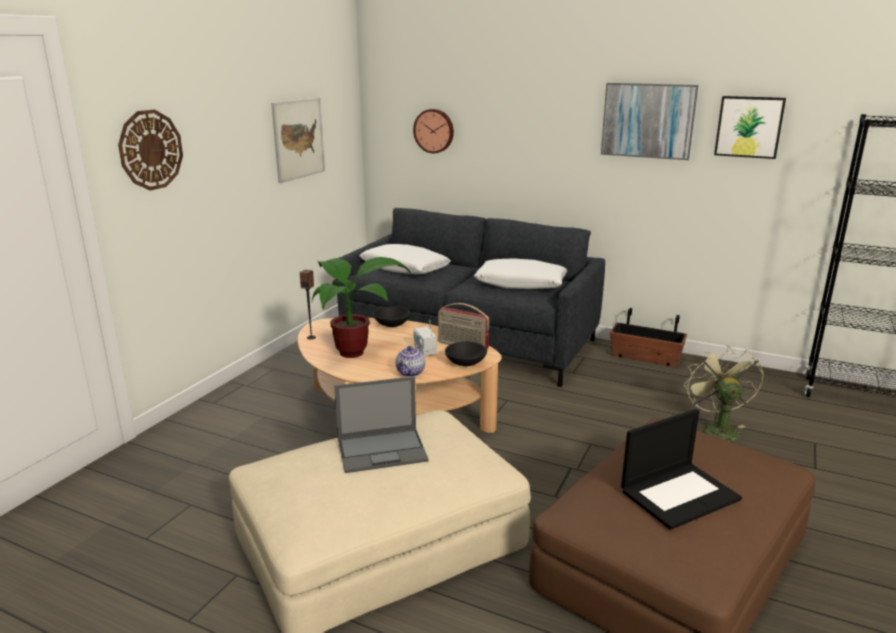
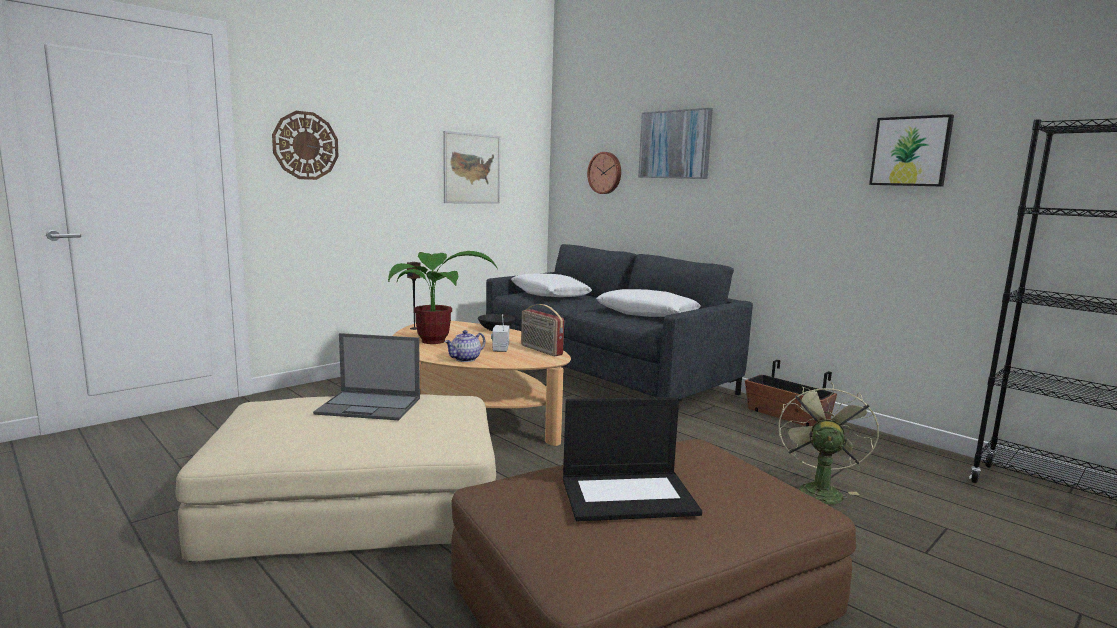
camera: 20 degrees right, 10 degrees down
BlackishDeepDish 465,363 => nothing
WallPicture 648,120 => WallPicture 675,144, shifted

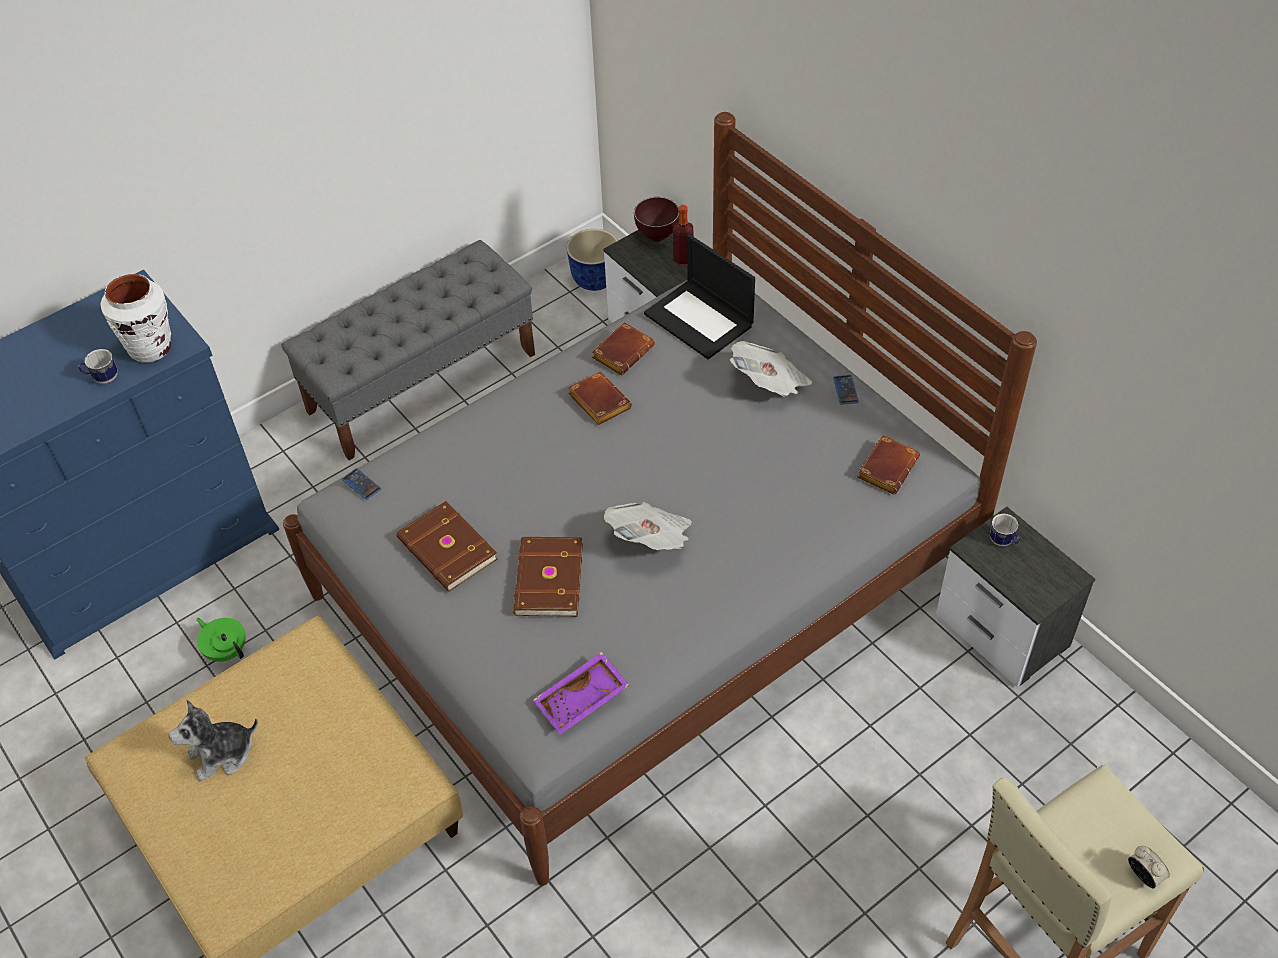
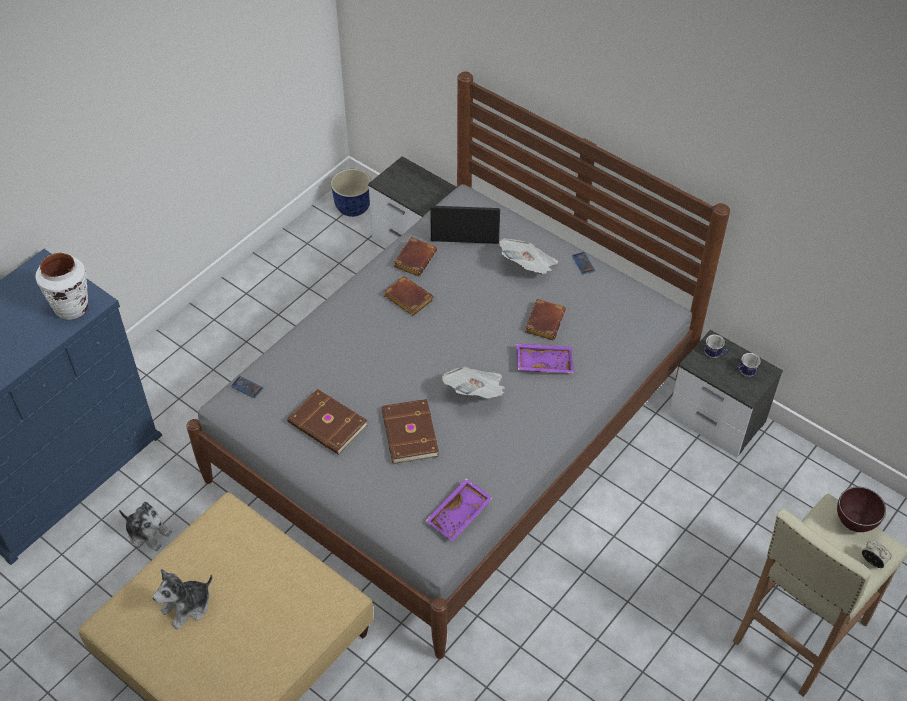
camera: 15 degrees left, 0 degrees up
CoffeeMug 102,378 => CoffeeMug 745,373, shifted
GreenTeapot 226,650 => CuddlyToy 148,533
GreyBench 422,382 => nothing
BrownDeepDish 658,236 => BrownDeepDish 854,523, shifted
NotebookComputer 700,320 => NotebookComputer 464,227, 150 degrees clockwise
DrinkBottle 683,259 => nothing
BrownVolume 886,467 => BrownVolume 543,321, shifted
nothing => PurpleCarryingTray 544,362

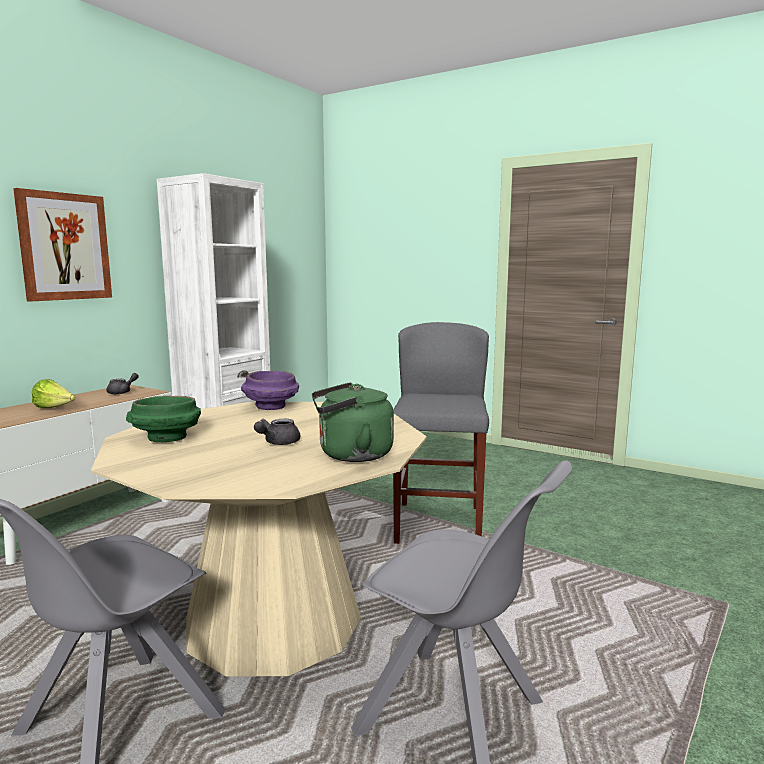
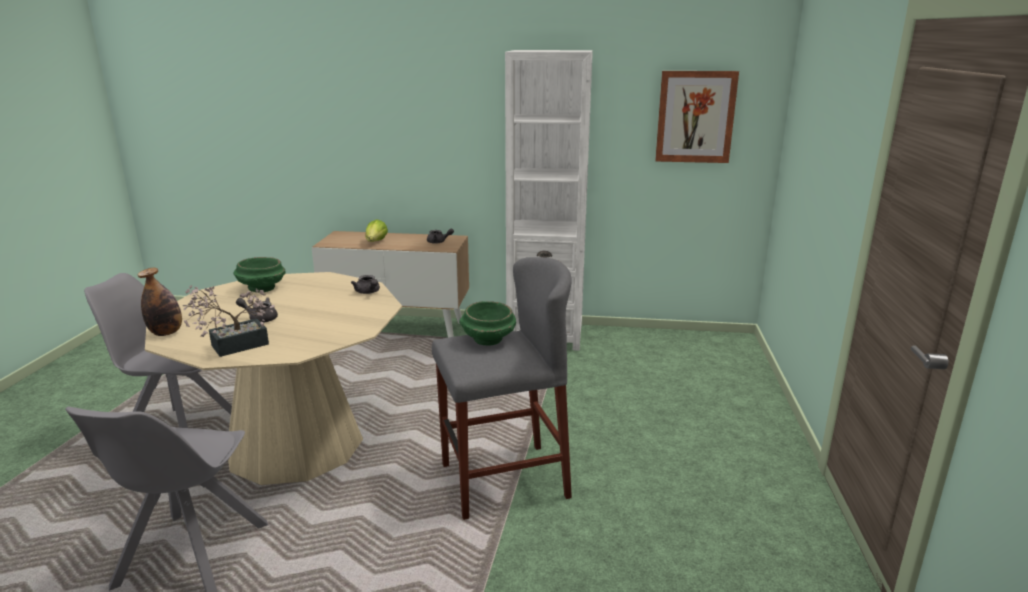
camera: 65 degrees right, 10 degrees up
WallPicture 64,247 => WallPicture 695,117, shifted
PurpleDeepDish 271,406 => GreyTeapot 368,292
GreenWaterKettle 351,455 => PlantInAPot 233,346
nothing => DrinkBottle 166,333
nothing => GreenDeepDish 488,339

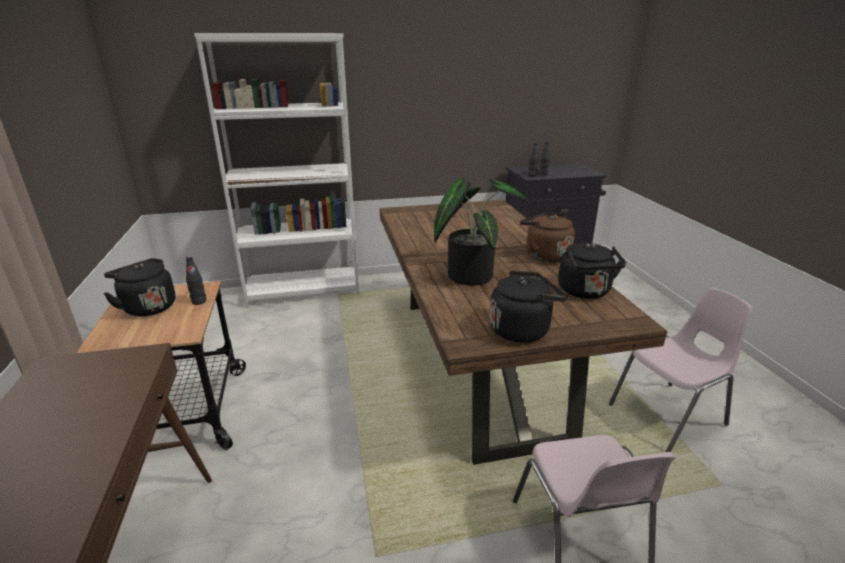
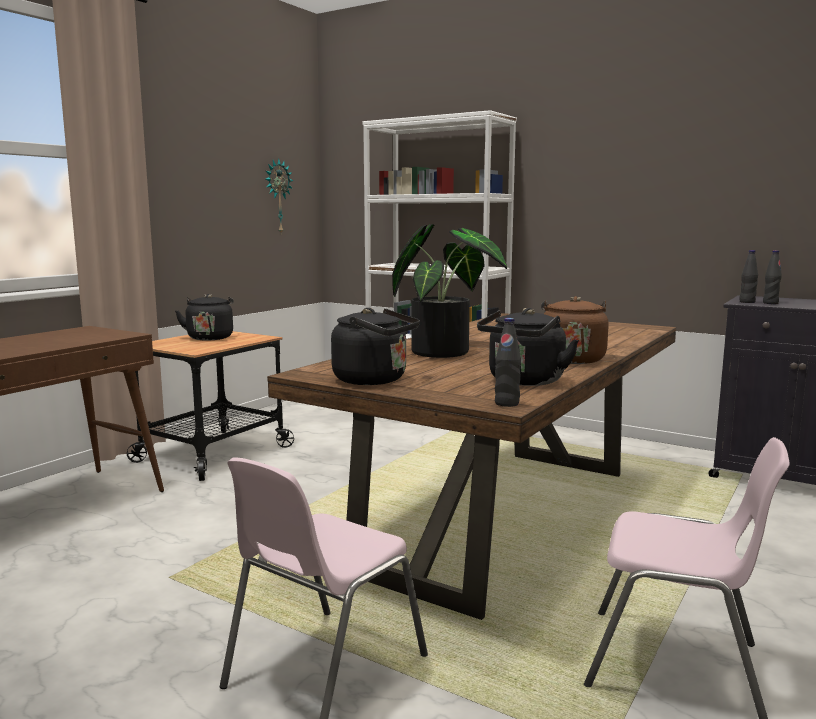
camera: 45 degrees right, 15 degrees down
BlackishDrinkBottle 199,301 => BlackishDrinkBottle 506,403, shifted
nothing => WallClock 277,196

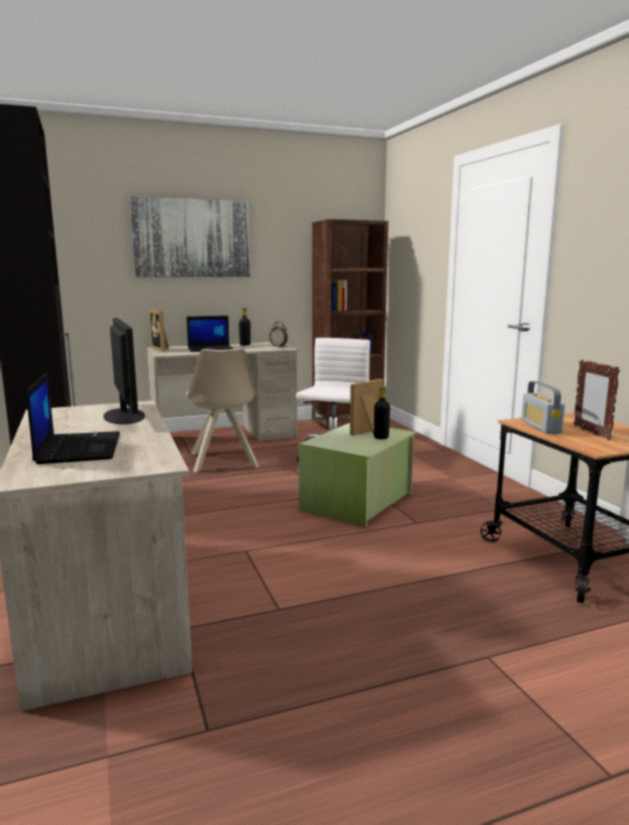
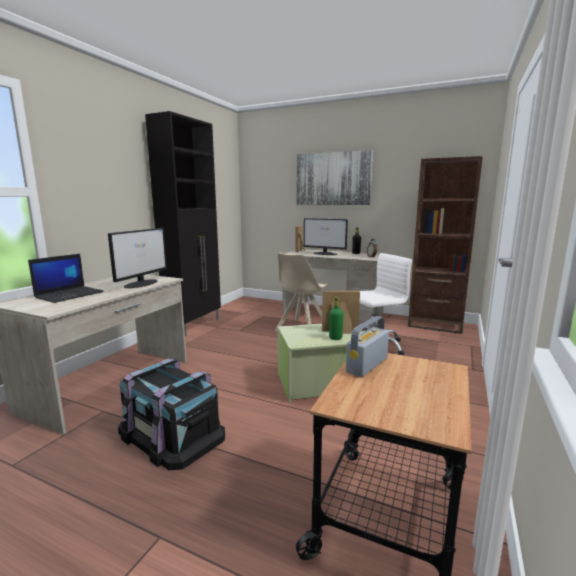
camera: 45 degrees right, 0 degrees up
NotebookComputer 211,349 => ComputerDisplay 325,253
BlackishDrinkBottle 381,437 => GreenDrinkBottle 335,338
StandingFrame 591,433 => nothing
nothing => BlackishStorageBin 171,433

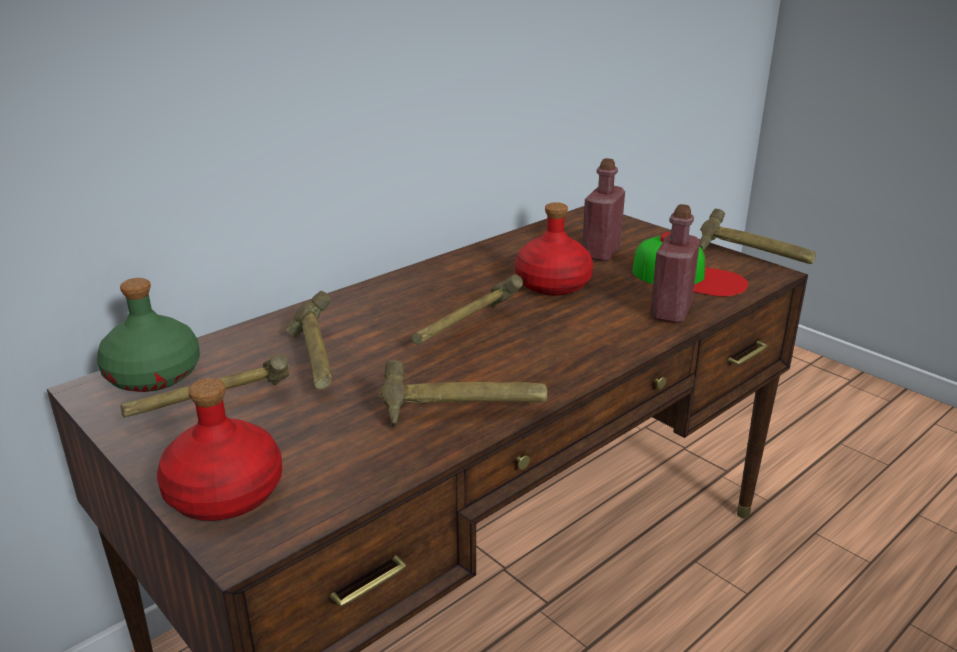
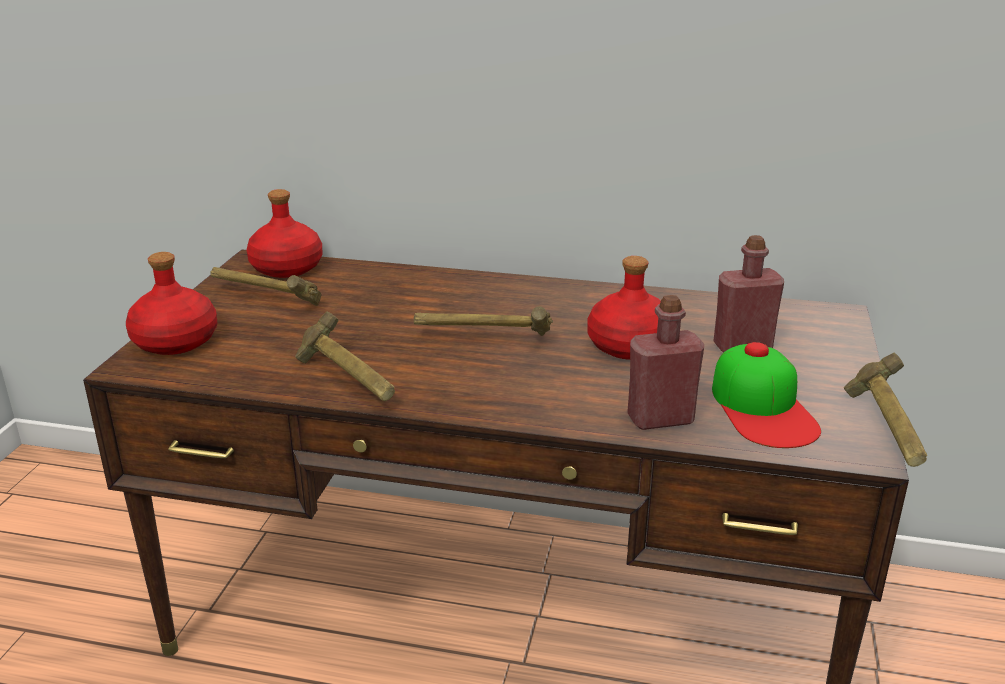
camera: 55 degrees right, 0 degrees up
GreenDrinkBottle 154,376 => RedDrinkBottle 286,268
HandHammer 315,363 => nothing

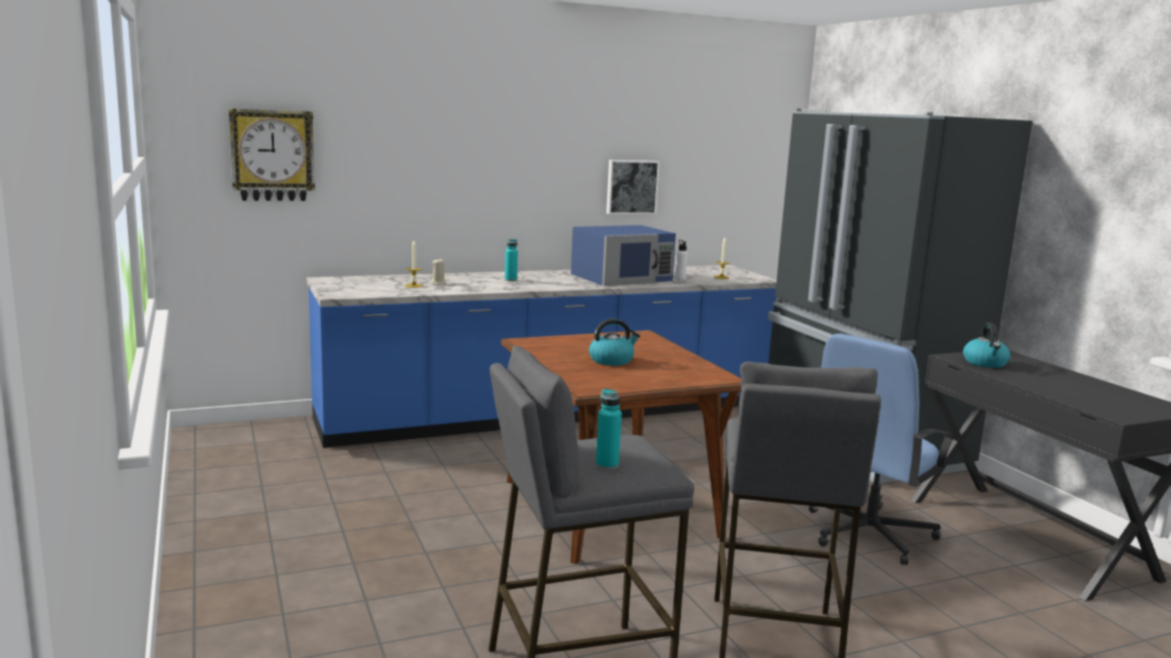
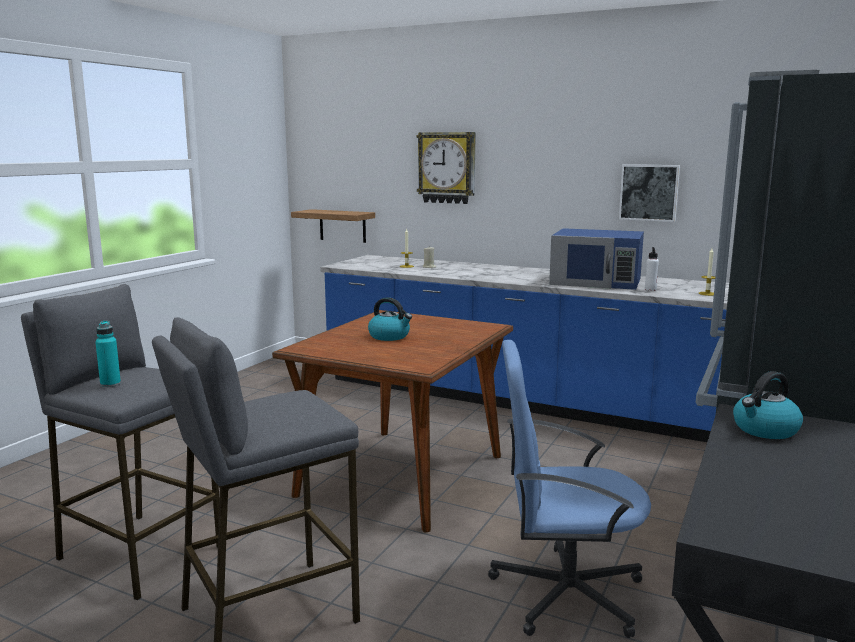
camera: 50 degrees right, 0 degrees up
WallClock 272,155 => WallClock 447,168, shifted
TurquoiseColouredDrinkBottle 510,280 => nothing
nothing => Shelf 342,226

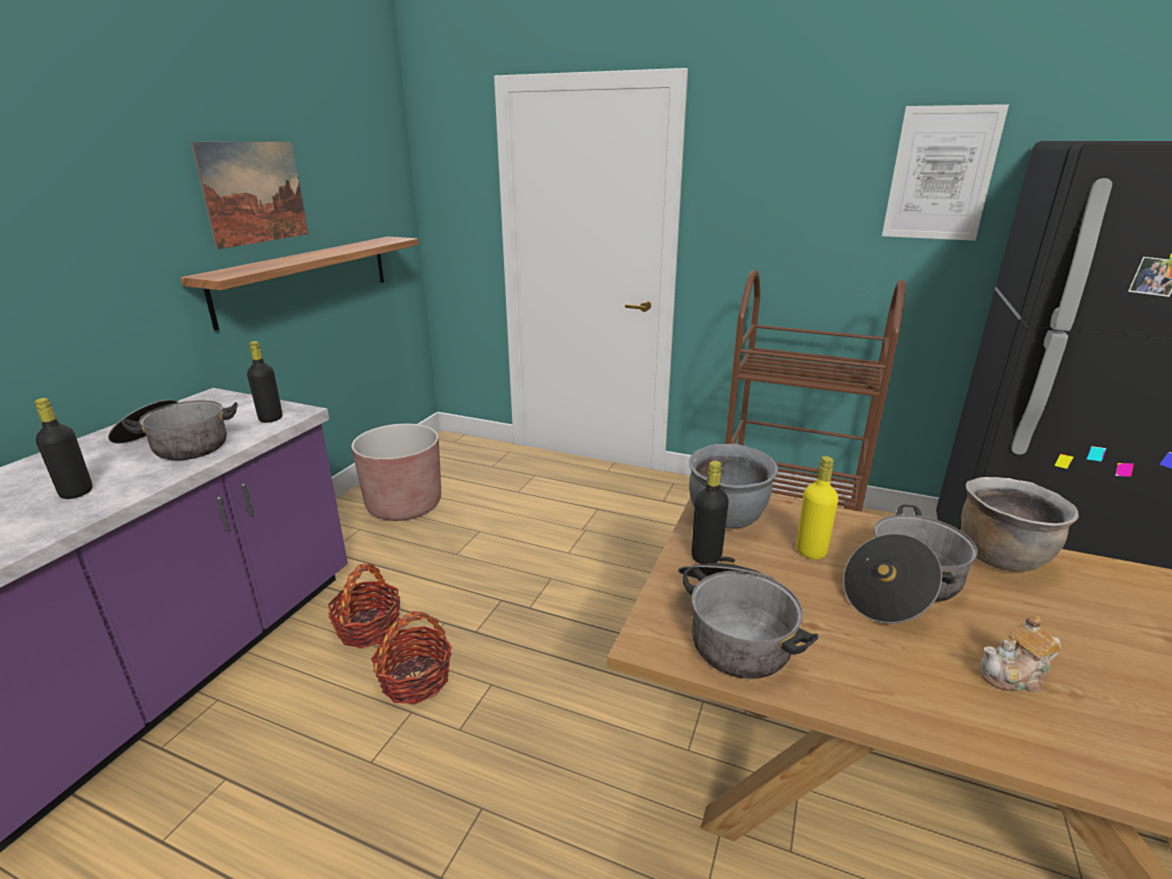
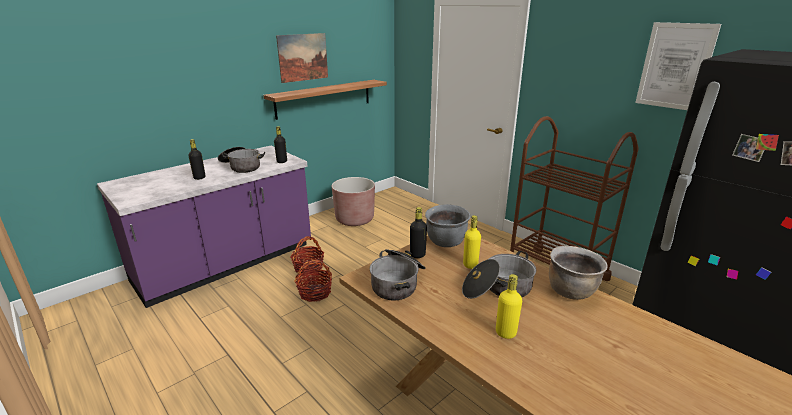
camera: 25 degrees right, 0 degrees up
Teapot 1013,676 => YellowColouredDrinkBottle 505,333

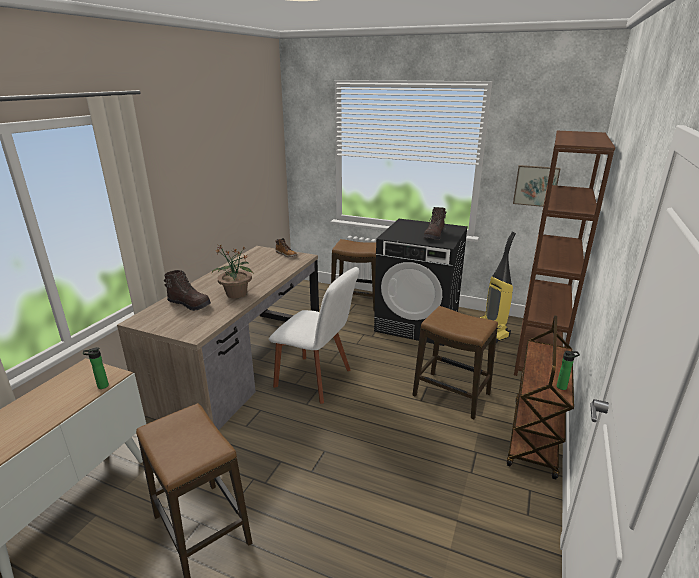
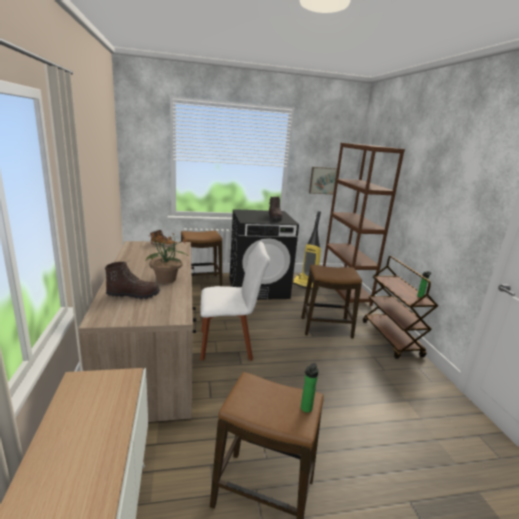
camera: 35 degrees left, 5 degrees down
DrinkBottle 101,386 => DrinkBottle 305,409, shifted

